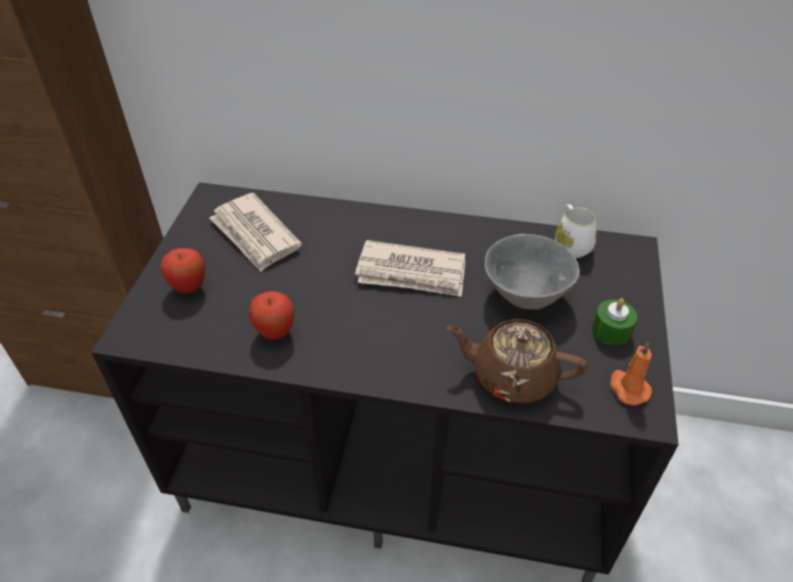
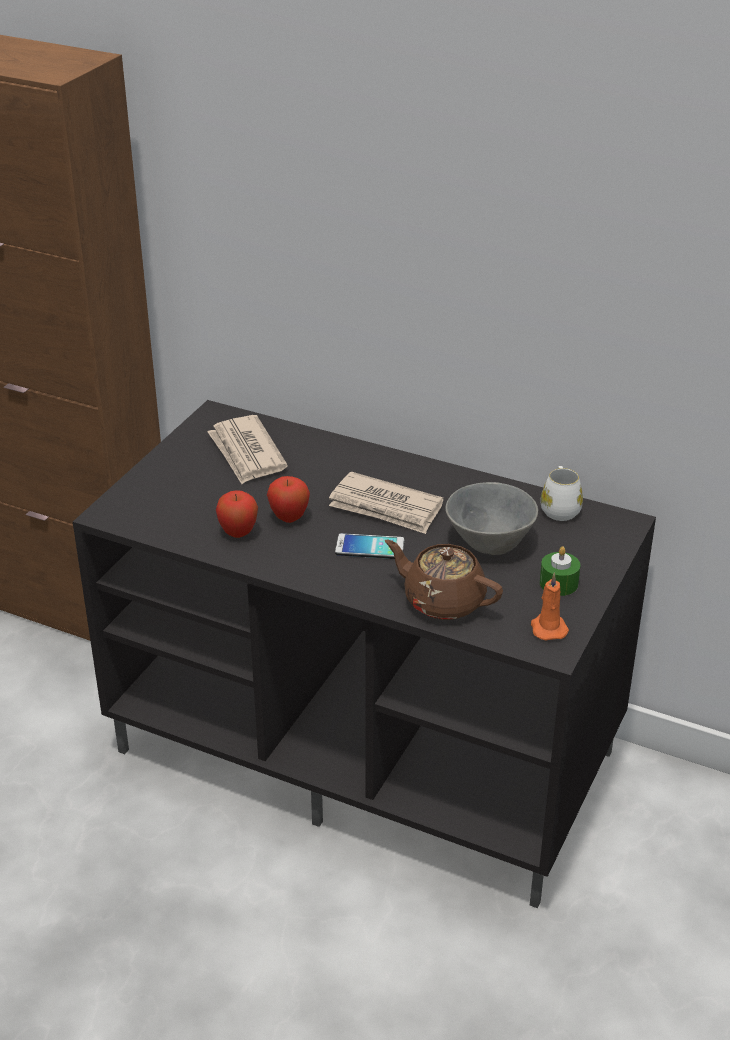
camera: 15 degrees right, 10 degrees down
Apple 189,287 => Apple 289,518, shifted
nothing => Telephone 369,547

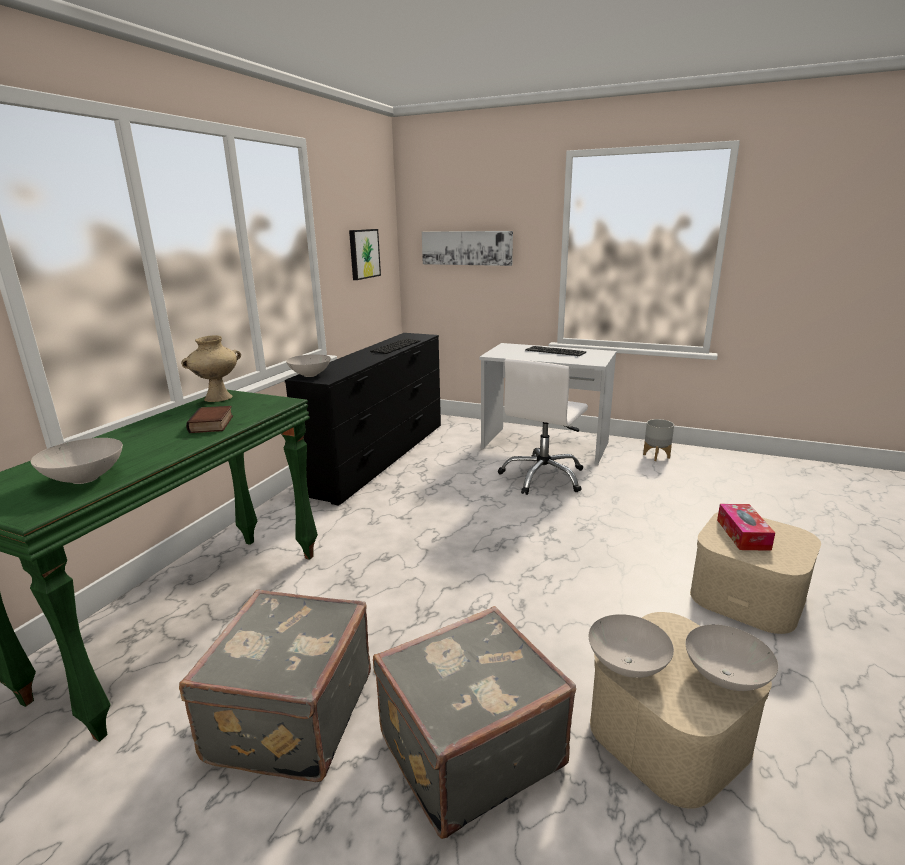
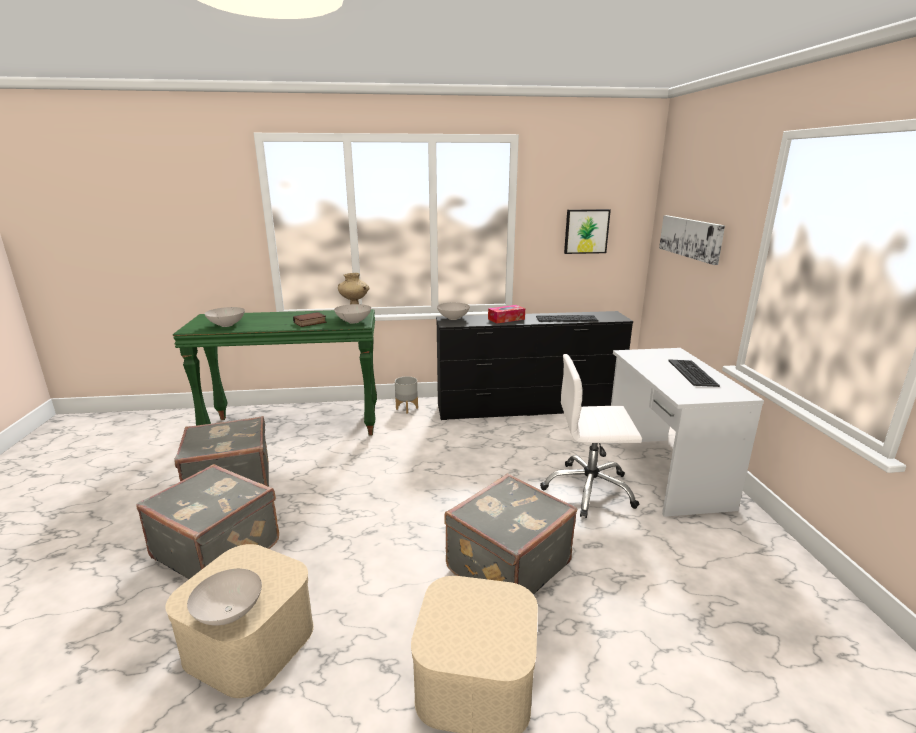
camera: 60 degrees right, 0 degrees up
WhiteColouredDeepDish 627,664 => WhiteColouredDeepDish 354,322, shifted
GreyPlantPot 656,456 => GreyPlantPot 407,408, shifted
TissueBox 743,534 => TissueBox 506,319, shifted
nothing => GreySuitcase 506,565

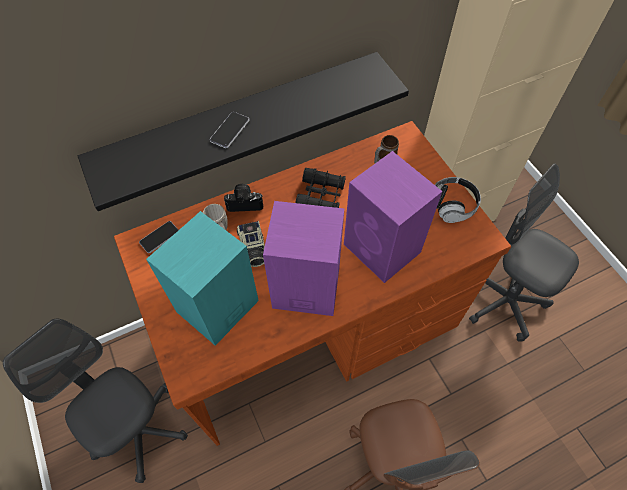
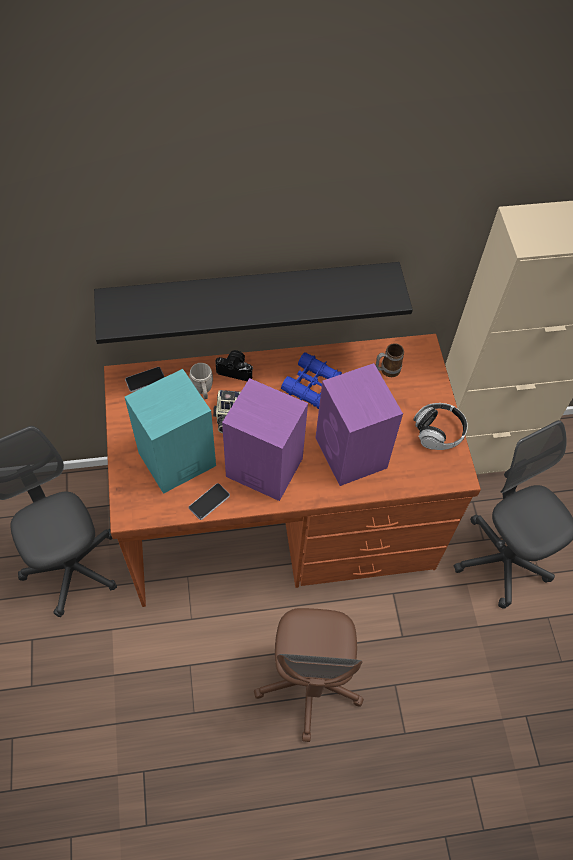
camera: 15 degrees right, 0 degrees up
Telephone 230,130 => Telephone 209,501, shifted
BlackishFieldGlasses 321,196 => BlueColouredFieldGlasses 311,385

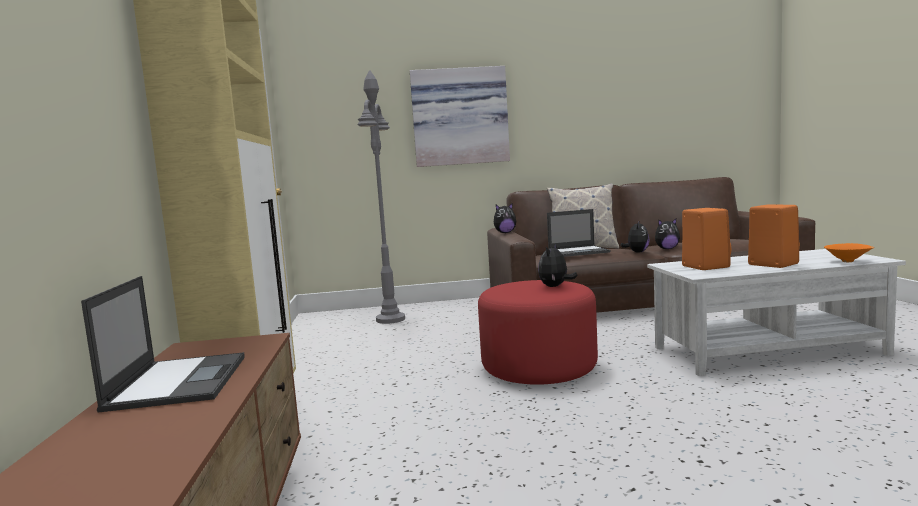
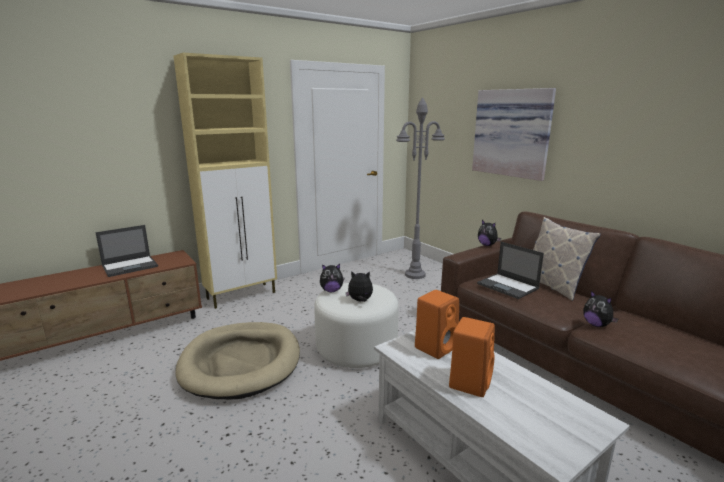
camera: 60 degrees right, 10 degrees up
RedPouffe 539,367 => WhiteColouredPouffe 356,348
CuddlyToy 637,252 => CuddlyToy 331,290, shifted
OrangeColouredDeepDish 848,261 => nothing
nothing => SandColouredDogCushion 241,362

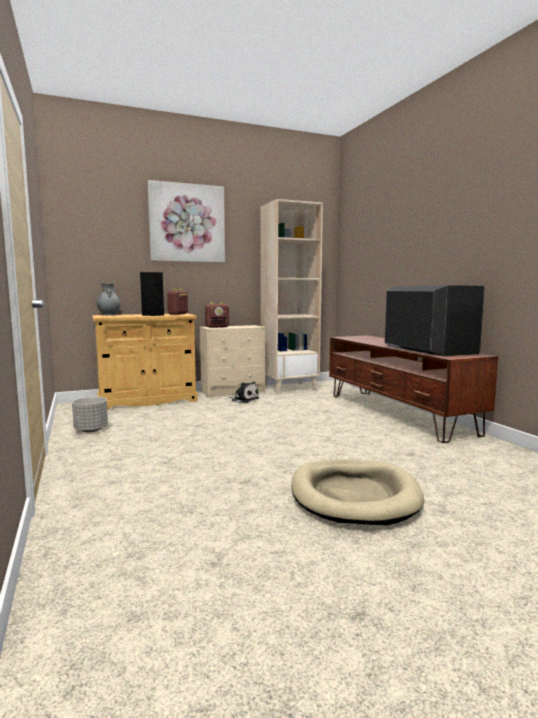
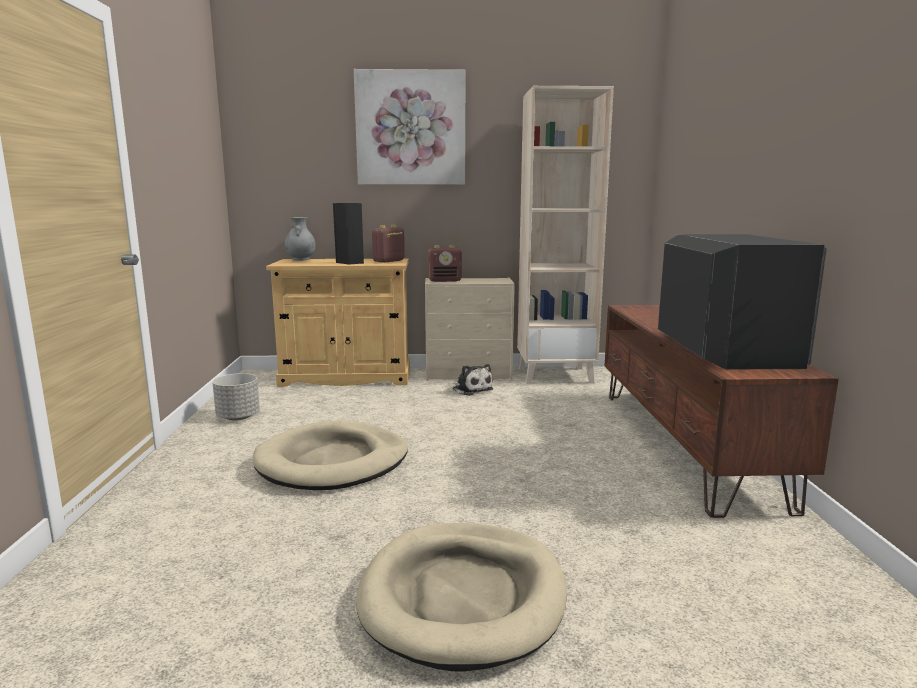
camera: 20 degrees right, 5 degrees up
nothing => SandColouredDogCushion 333,462

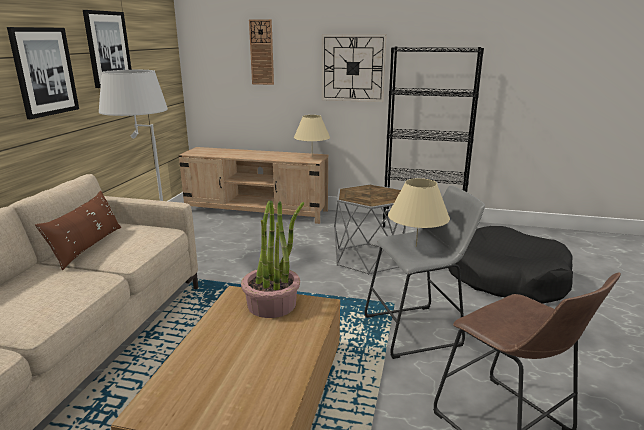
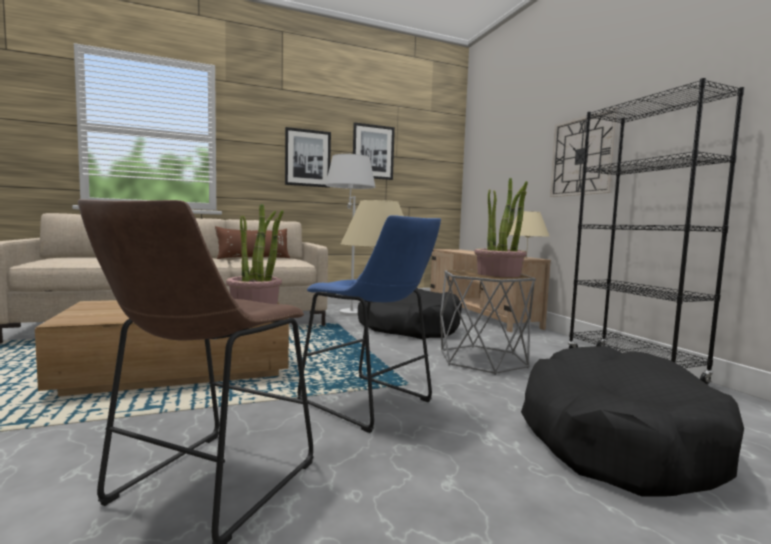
camera: 55 degrees right, 15 degrees down
WallClock 261,52 => nothing
GreyStoolSeat 417,330 => BlueColouredStoolSeat 370,404
nothing => BlackishDogCushion 408,327
nothing => PlantInAPot 499,274

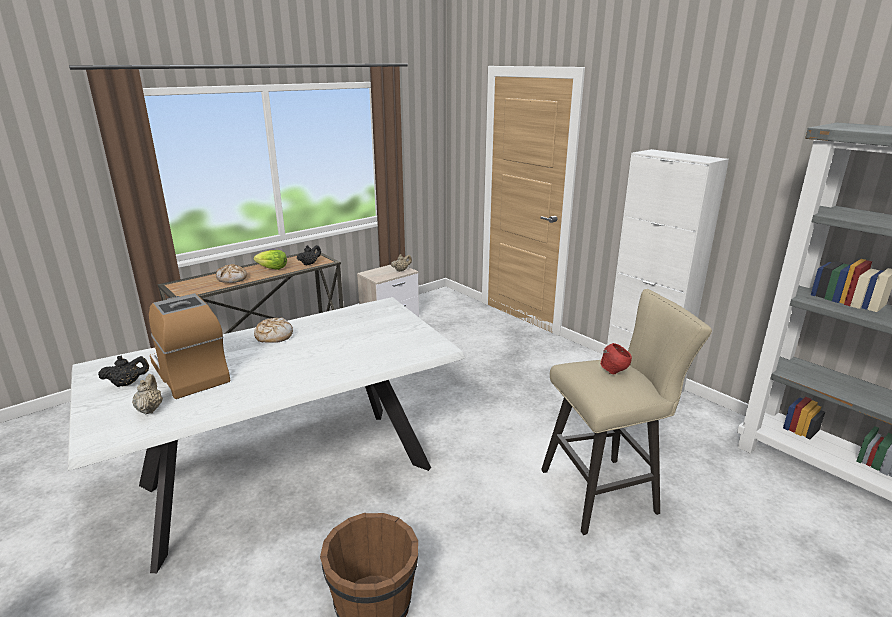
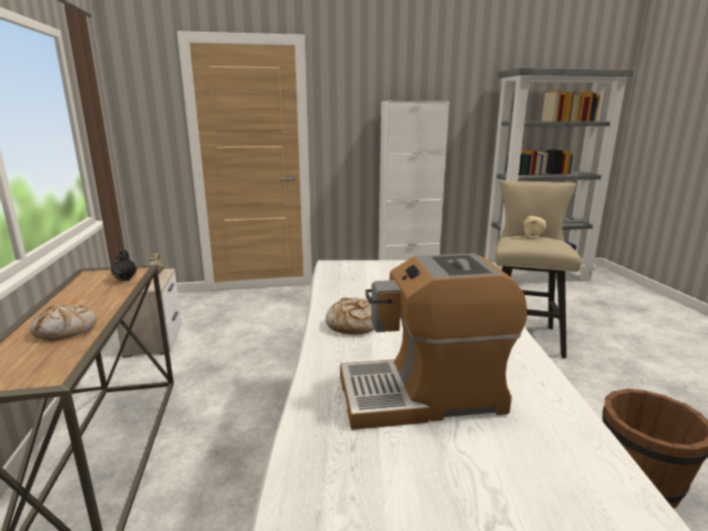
camera: 60 degrees left, 5 degrees down
BlackishTeapot 127,384 => nothing
SandColouredTeapot 150,409 => nothing
Lettuce 272,268 => nothing
RedDeepDish 613,372 => SandColouredDeepDish 533,237

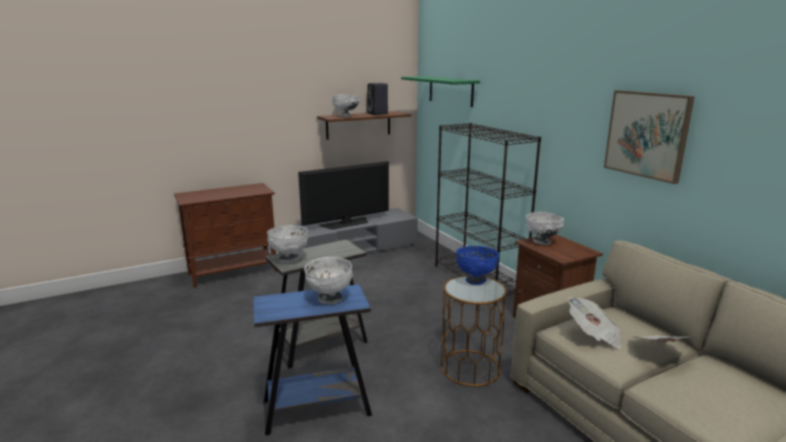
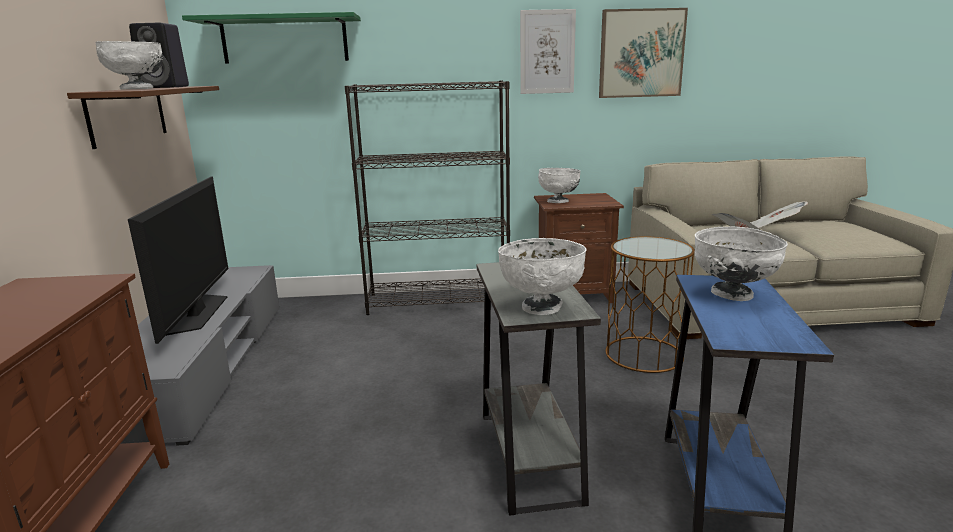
camera: 65 degrees left, 0 degrees up
BlueColouredDeepDish 475,280 => nothing
nothing => WallPicture 547,52

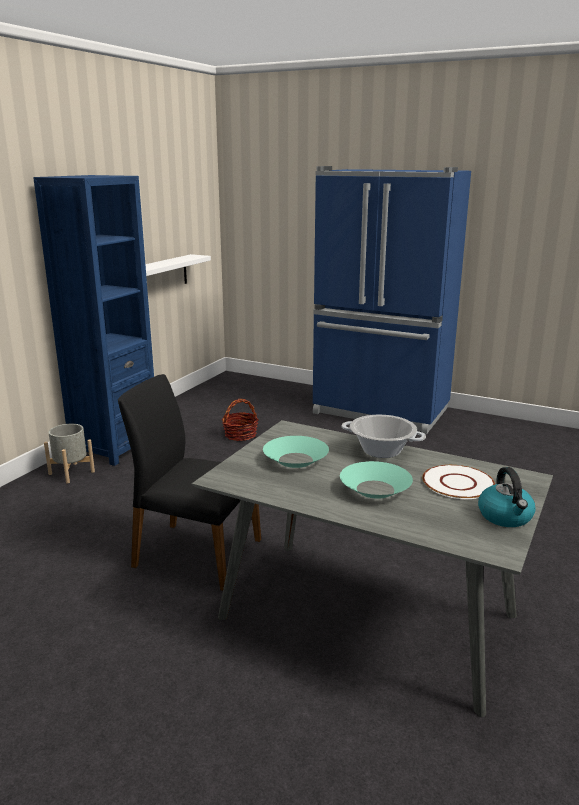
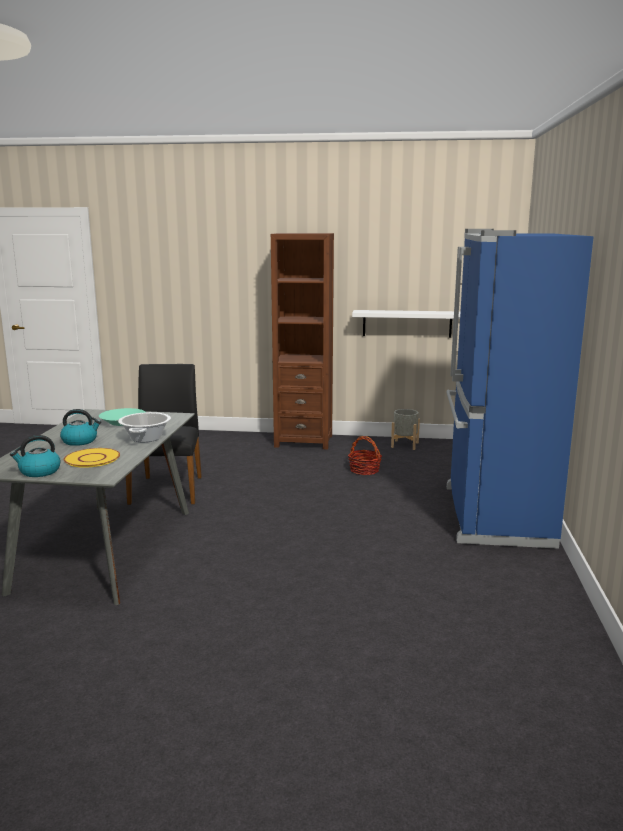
camera: 70 degrees right, 5 degrees down
BlueColouredShelvingUnit 115,446 => BrownShelvingUnit 303,441
GreyPlantPot 72,473 => GreyPlantPot 405,445, shifted
TurquoiseColouredDeepDish 375,489 => WaterKettle 80,441
WhiteColouredPlate 457,483 => YellowColouredPlate 92,459

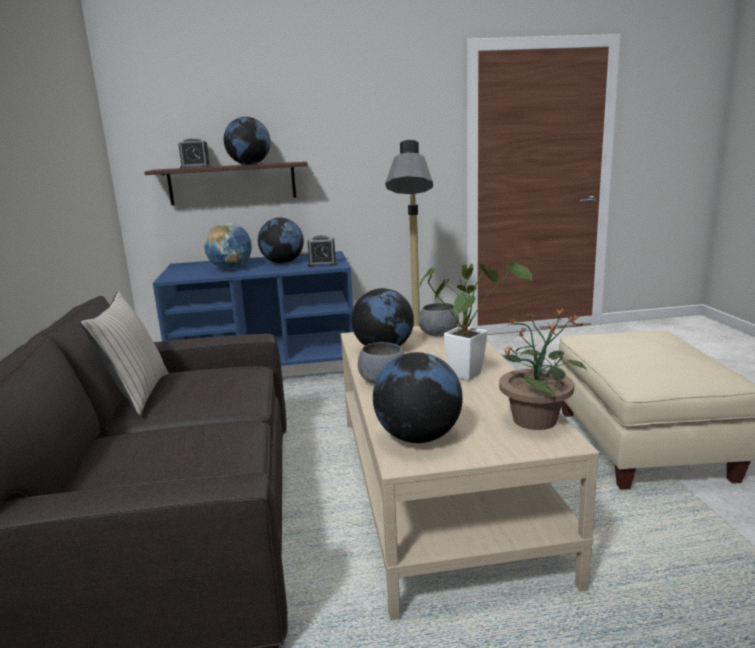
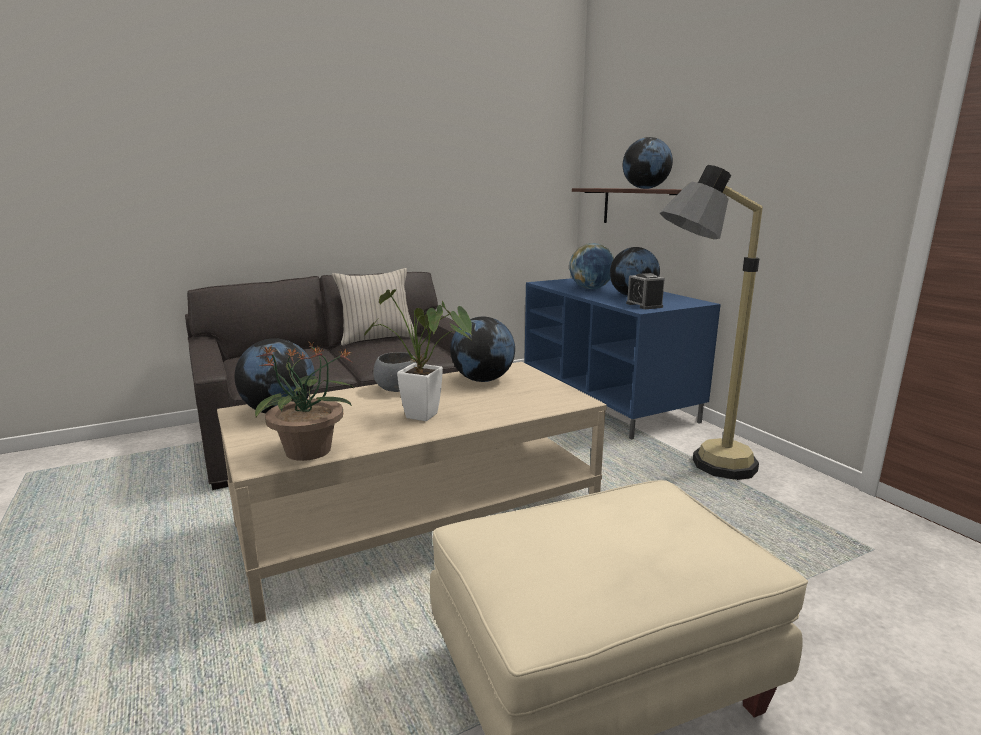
camera: 70 degrees right, 0 degrees up
BedsideClock 196,167 => nothing
GreyDeepDish 438,334 => nothing

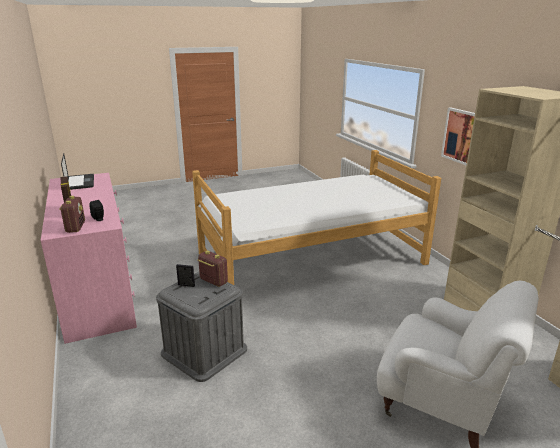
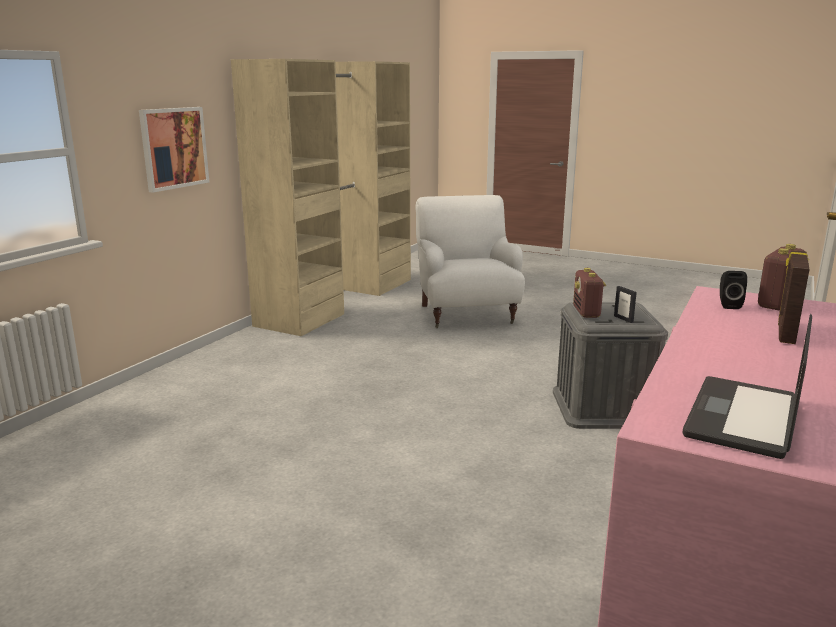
camera: 130 degrees left, 5 degrees down
SleepingBed 312,259 => nothing

